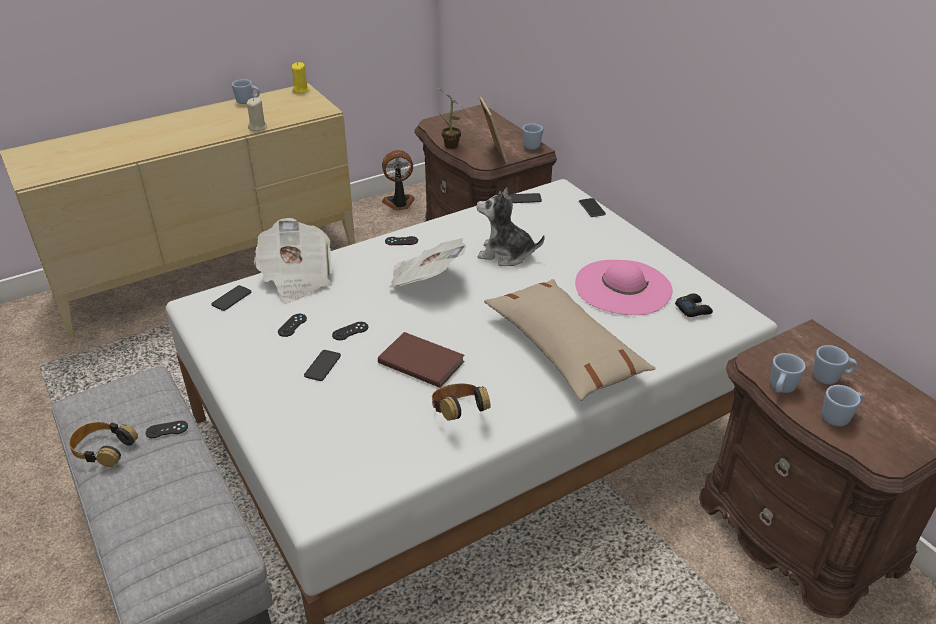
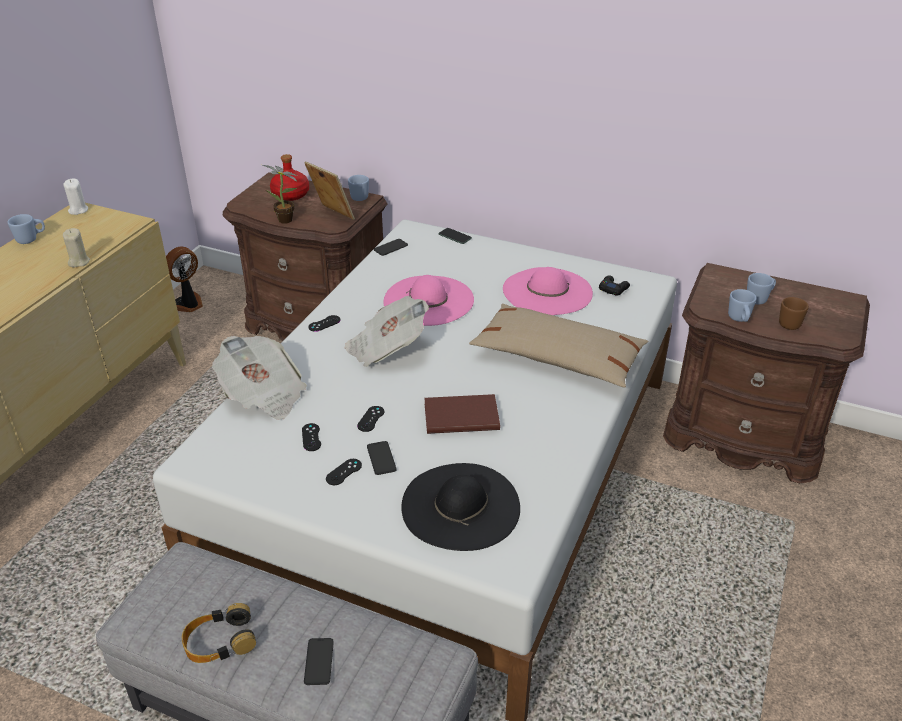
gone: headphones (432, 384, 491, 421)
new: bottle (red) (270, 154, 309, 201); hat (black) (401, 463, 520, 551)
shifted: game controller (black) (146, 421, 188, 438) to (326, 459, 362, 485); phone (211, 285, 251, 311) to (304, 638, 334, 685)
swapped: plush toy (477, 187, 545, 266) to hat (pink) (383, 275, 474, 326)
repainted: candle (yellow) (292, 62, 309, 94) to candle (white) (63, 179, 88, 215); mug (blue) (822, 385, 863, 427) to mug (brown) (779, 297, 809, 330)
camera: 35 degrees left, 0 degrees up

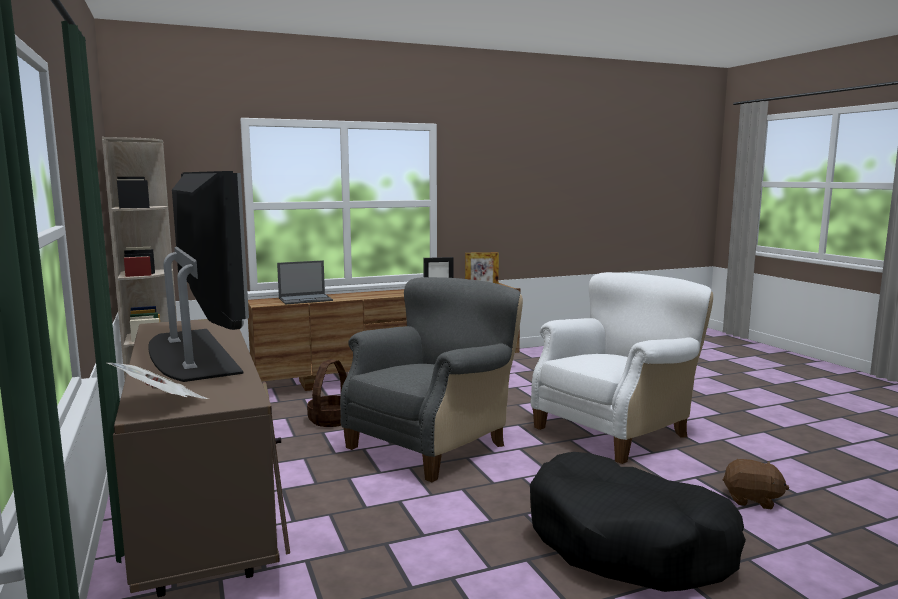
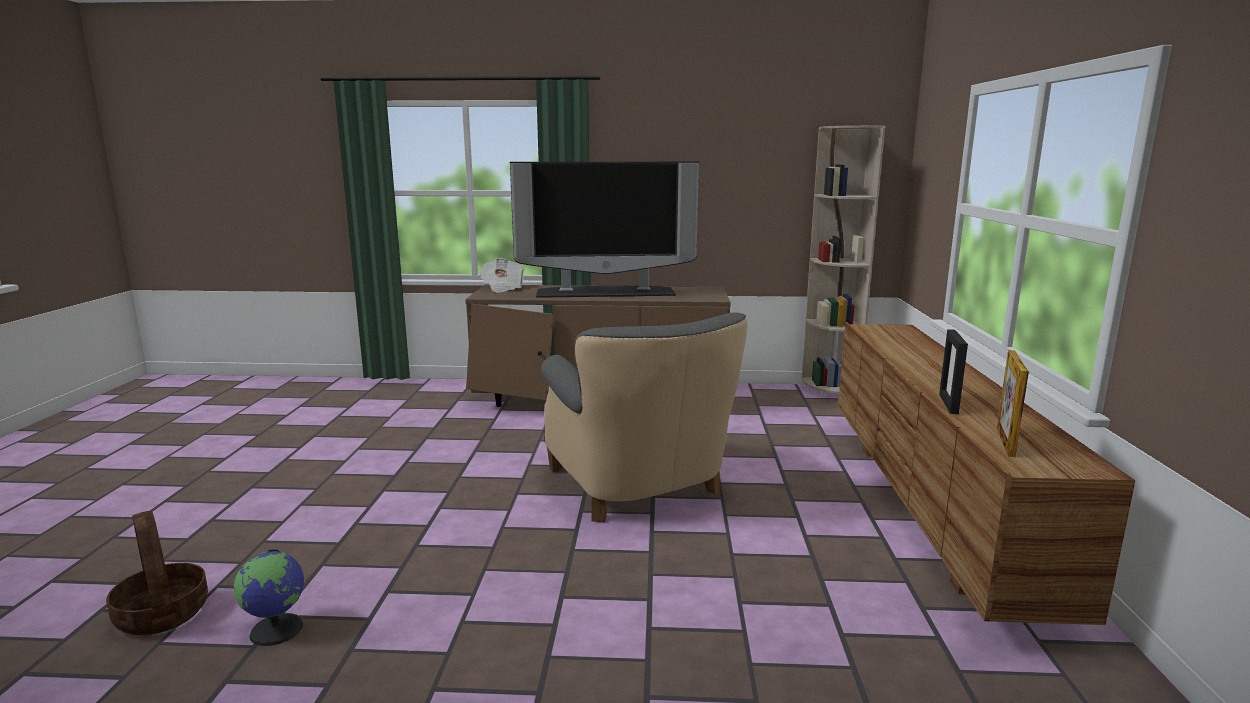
gone: laptop (277, 260, 333, 305); armchair (white) (530, 272, 713, 464); dog bed (black) (530, 452, 746, 592)
shifted: basket (307, 359, 347, 427) to (106, 510, 208, 635)
swapped: plush toy (brown) (723, 459, 789, 509) to globe (234, 549, 304, 646)
camera: 115 degrees right, 5 degrees up

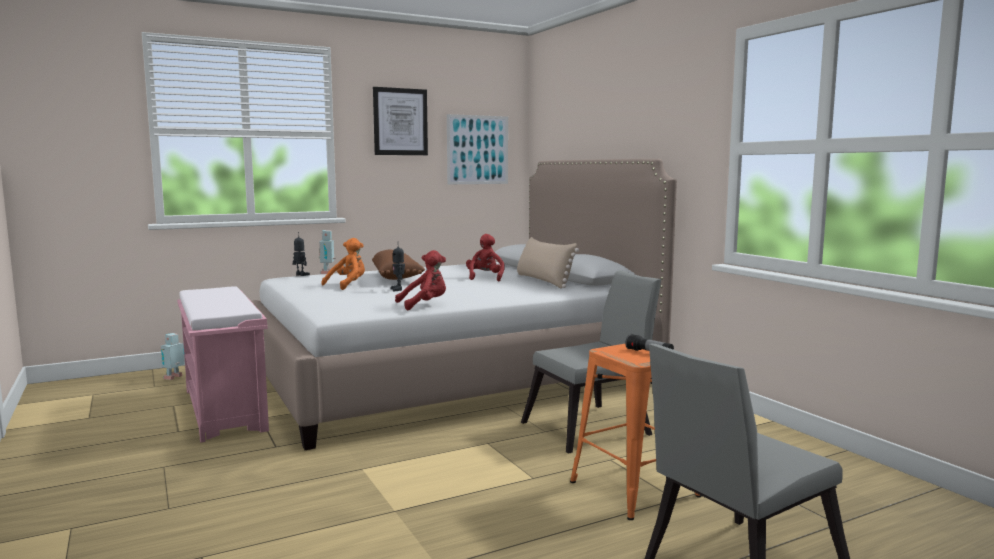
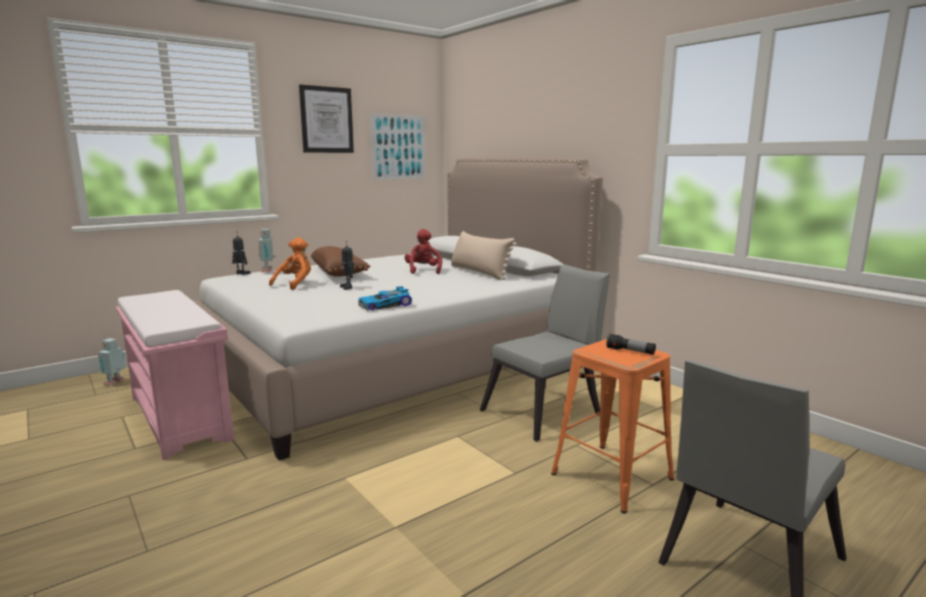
swapped: plush toy (red) (395, 250, 446, 311) to toy car (358, 286, 412, 311)
camera: 10 degrees left, 5 degrees up

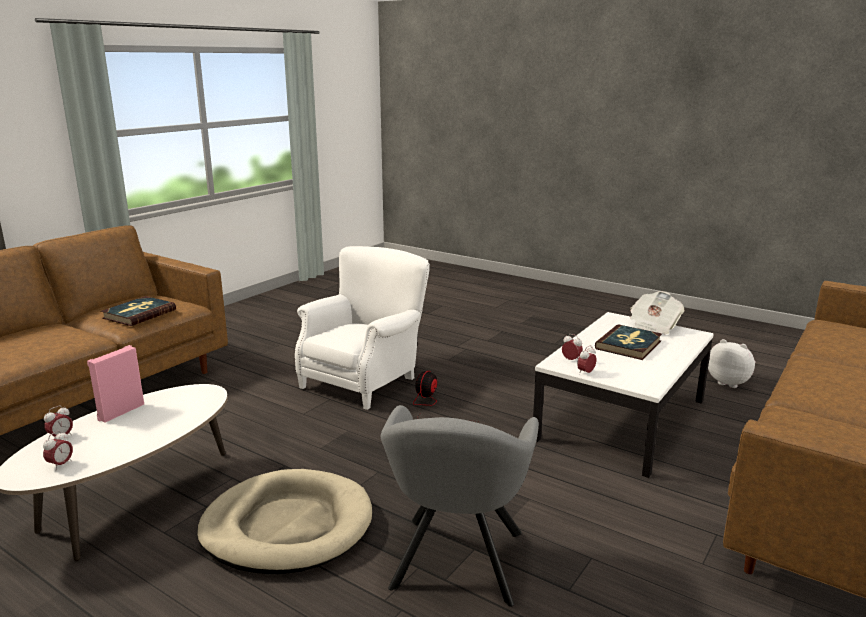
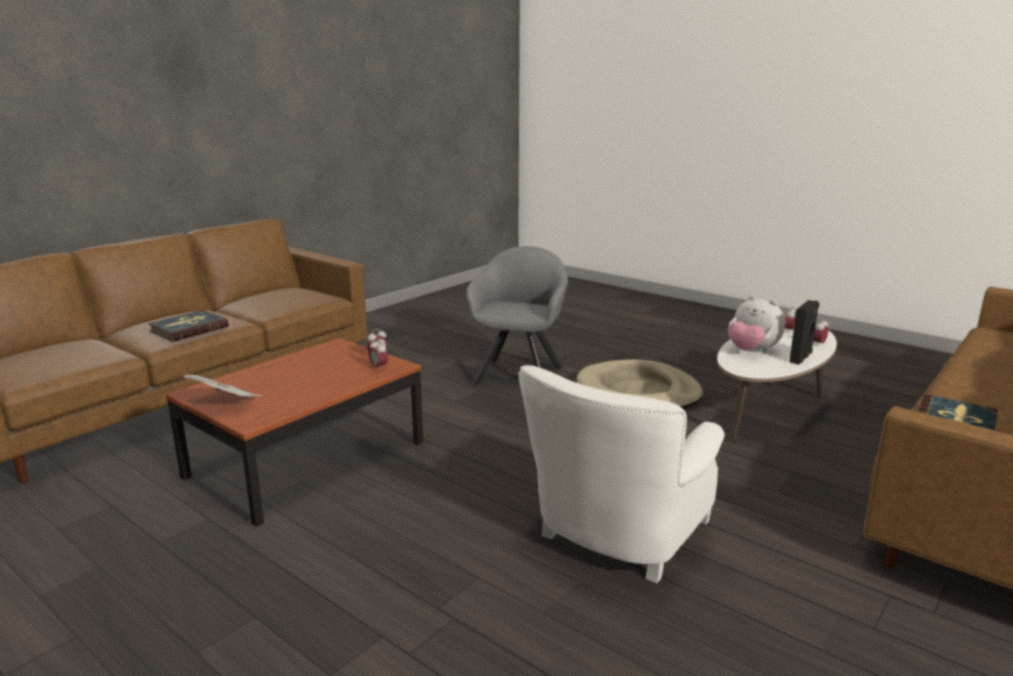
gone: fan (413, 371, 478, 422)
shifted: book (595, 324, 662, 360) to (148, 310, 228, 342); plush toy (708, 339, 756, 388) to (728, 296, 785, 352)
repainted: speaker (pink) (87, 345, 144, 422) to speaker (black) (789, 300, 819, 365); coffee table (white) (533, 312, 714, 478) to coffee table (brown) (166, 338, 423, 527)
camera: 175 degrees left, 0 degrees up

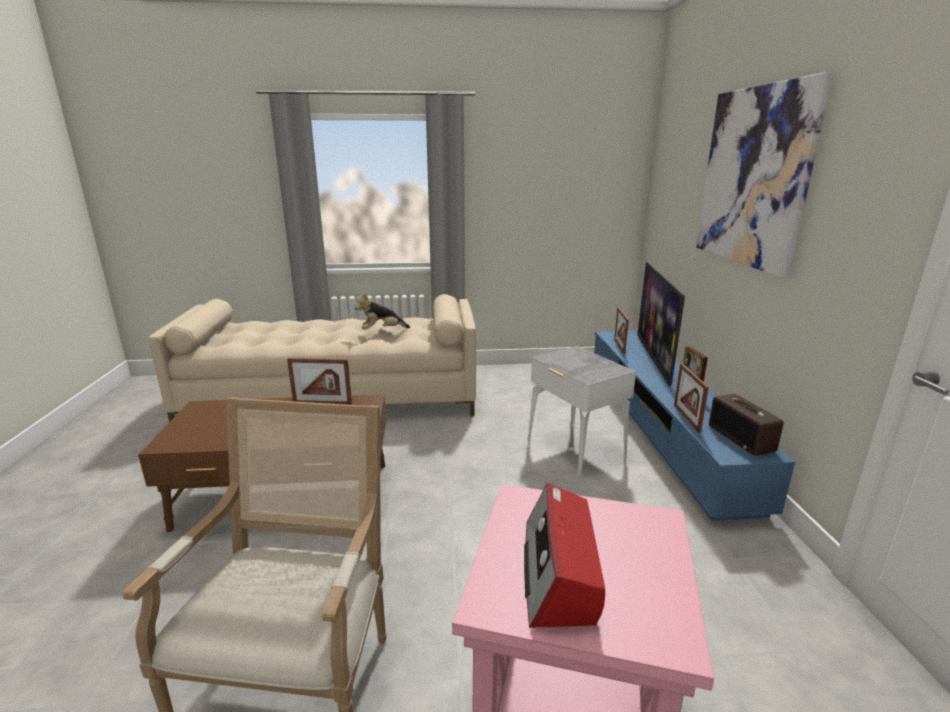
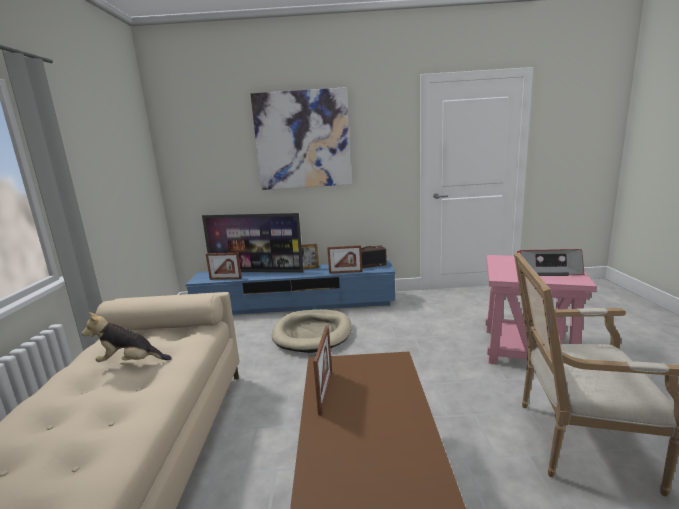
swapped: side table (528, 346, 636, 476) to dog bed (beige) (272, 309, 352, 353)
rotated: plush toy (355, 293, 410, 330) = (82, 312, 172, 362) 105 degrees clockwise
camera: 85 degrees left, 5 degrees down

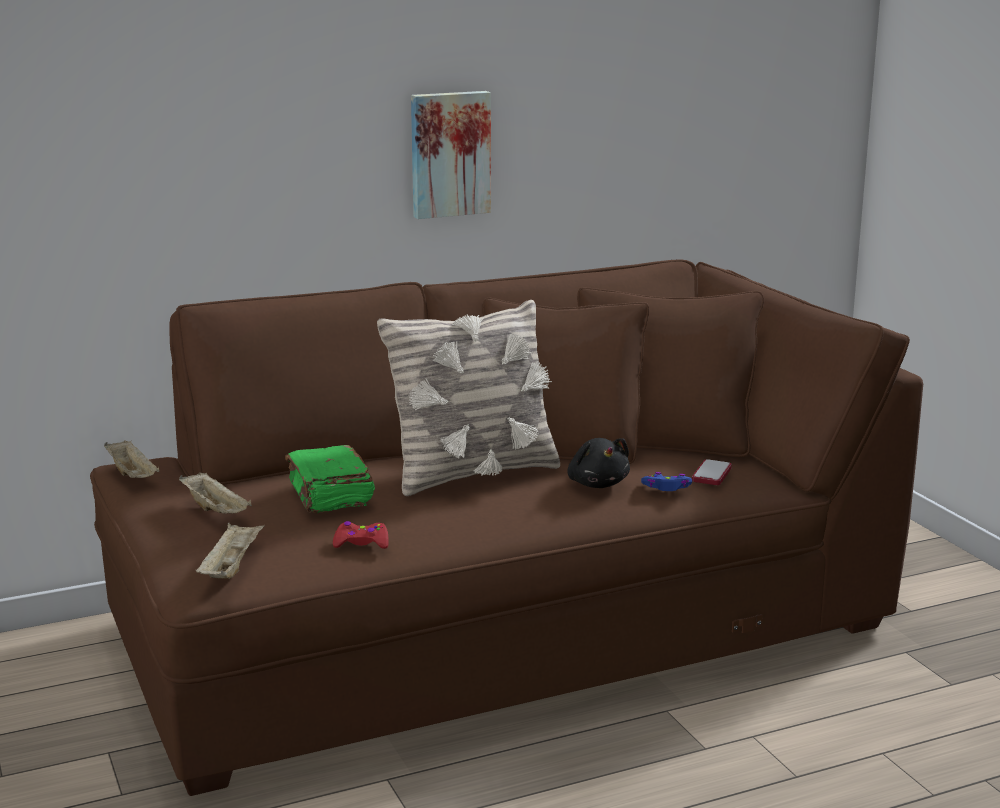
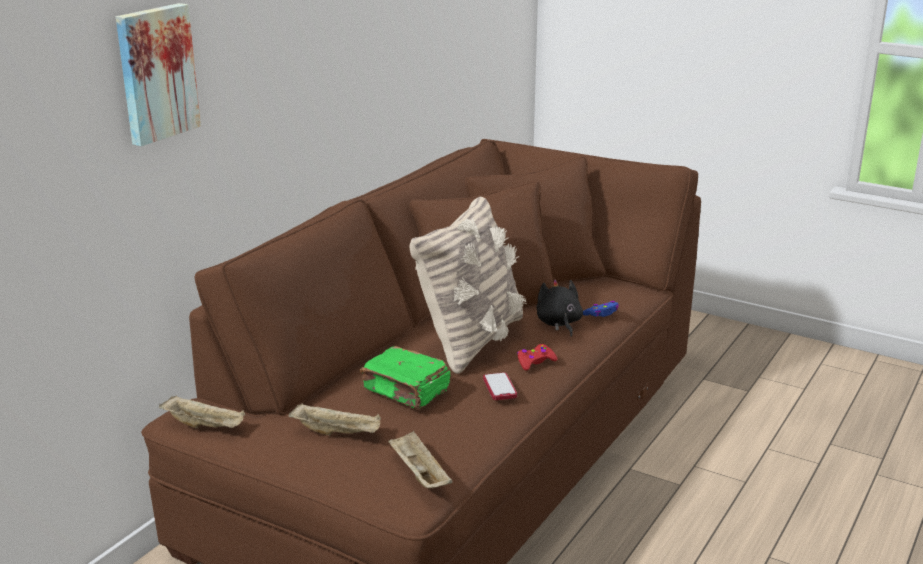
shifted: game controller (red) (333, 521, 389, 549) to (517, 344, 558, 371); picture (411, 91, 491, 219) to (116, 3, 201, 146); phone (692, 459, 732, 485) to (483, 373, 517, 400)
rotated: plush toy (black) (567, 438, 630, 488) = (537, 279, 583, 337) 135 degrees counterclockwise
camera: 35 degrees left, 5 degrees up

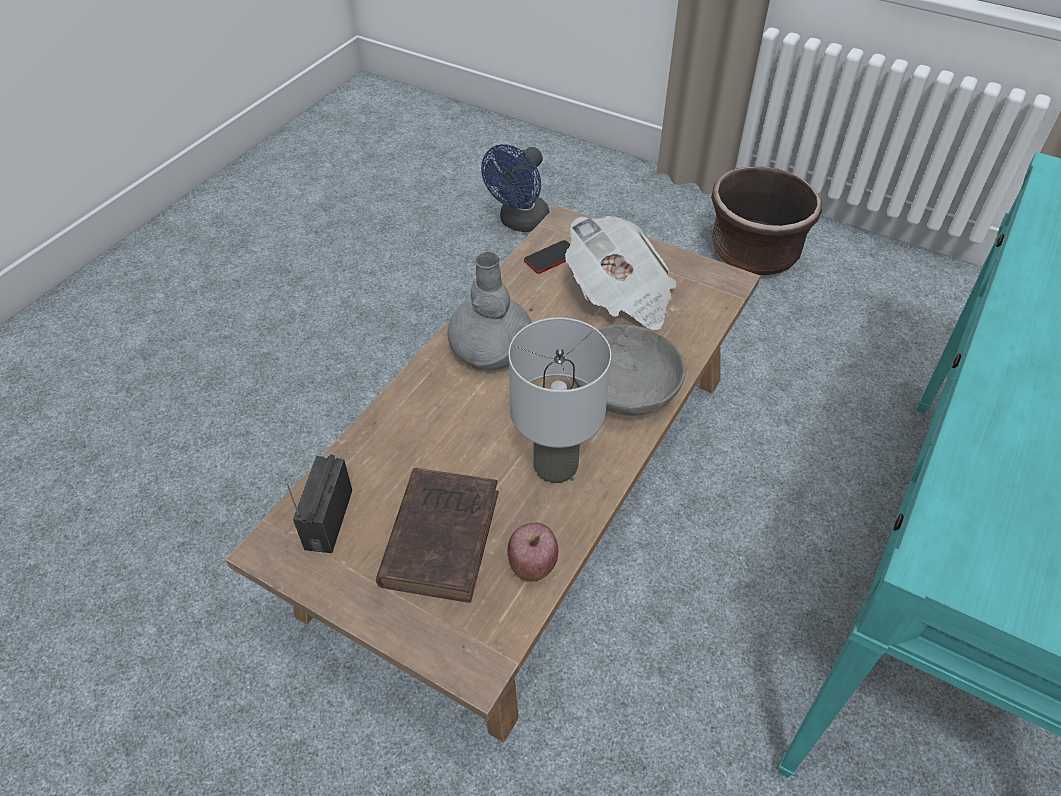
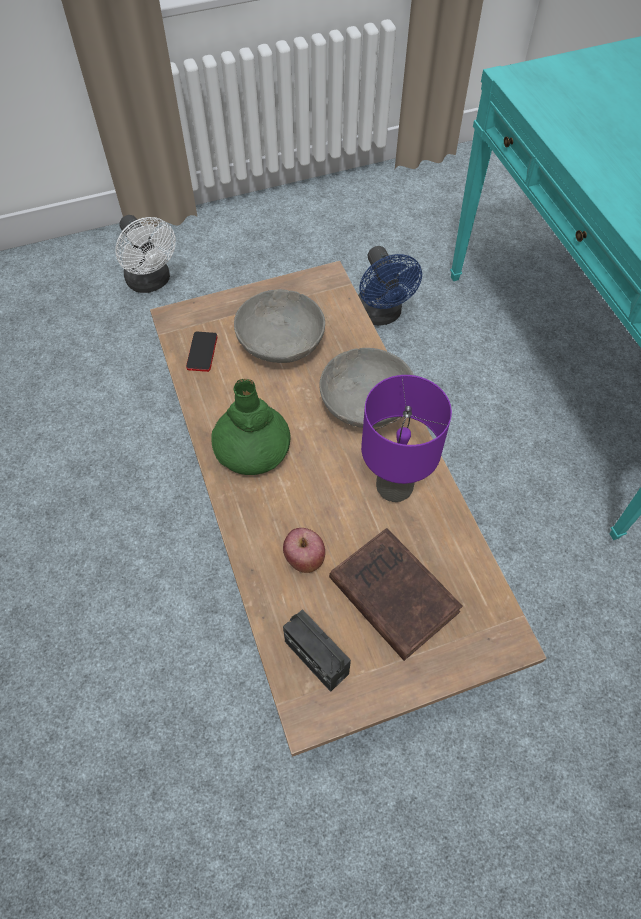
gone: planter (brown) (711, 166, 822, 275)
new: fan (white) (115, 215, 176, 293)
shifted: fan (blue) (481, 144, 549, 232) to (358, 246, 422, 326); apple (508, 523, 558, 582) to (283, 528, 325, 573)
swapped: newspaper (565, 216, 677, 330) to bowl (grey) (234, 289, 325, 363)
repainted: vase (grey) (447, 252, 532, 370) to vase (green) (212, 379, 290, 475); table lamp (white) (509, 317, 611, 483) to table lamp (purple) (361, 375, 452, 502)
camera: 50 degrees left, 10 degrees up

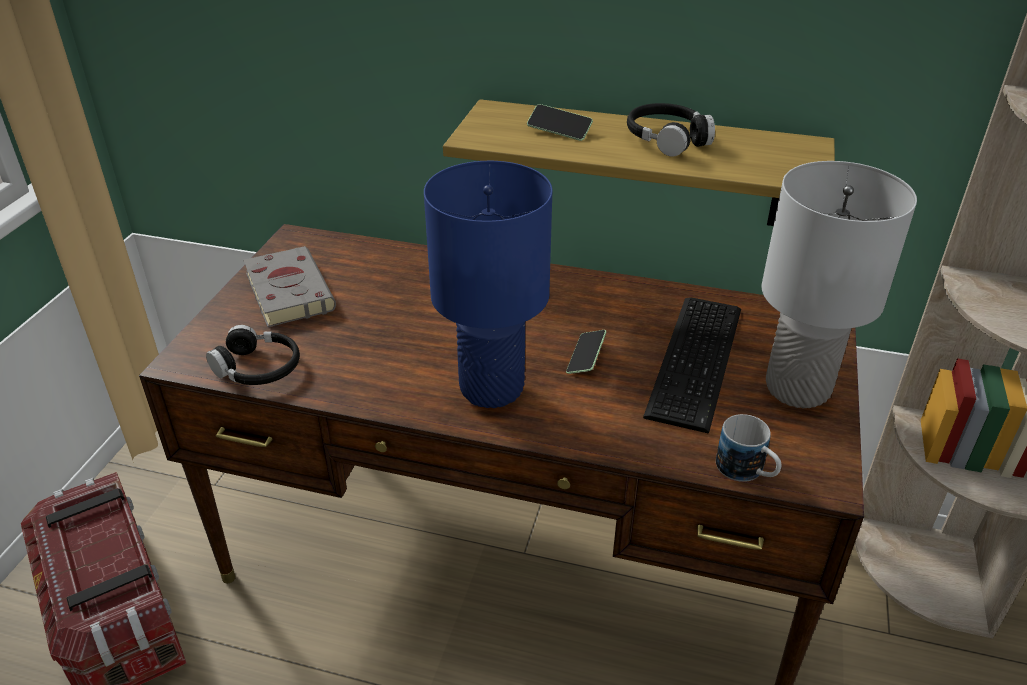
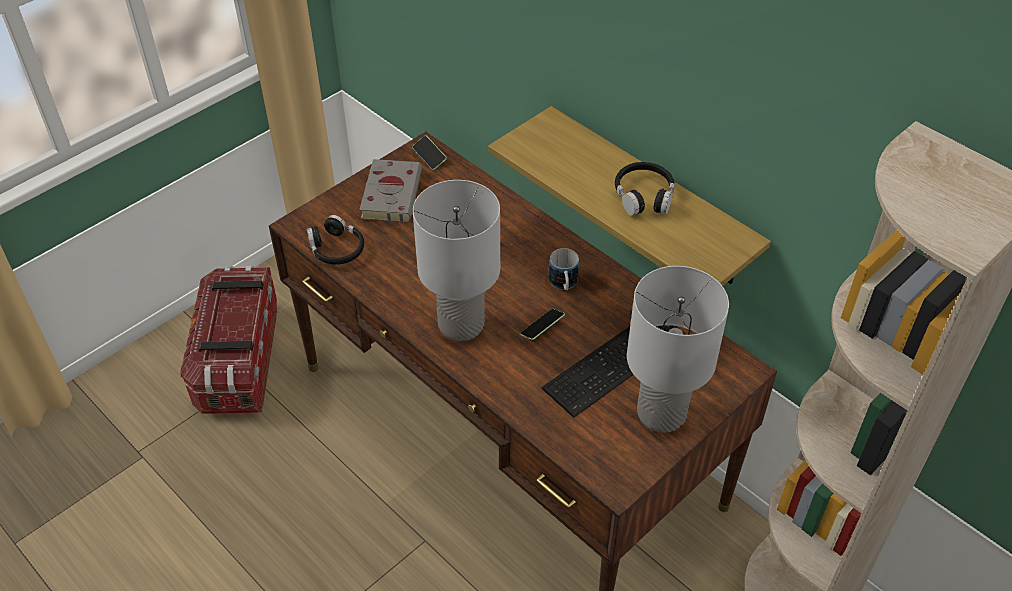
shifted: phone (527, 104, 593, 141) to (412, 135, 447, 170); mug (716, 414, 781, 482) to (549, 248, 579, 290)
repainted: table lamp (blue) (424, 161, 552, 408) to table lamp (grey) (413, 180, 500, 341)
camera: 30 degrees right, 10 degrees up

